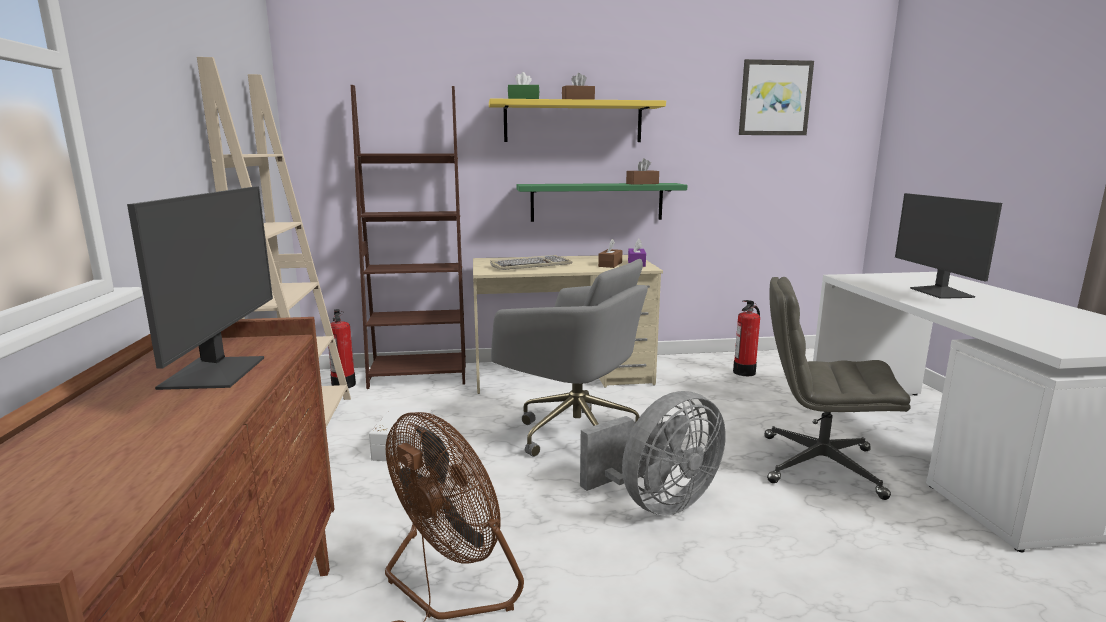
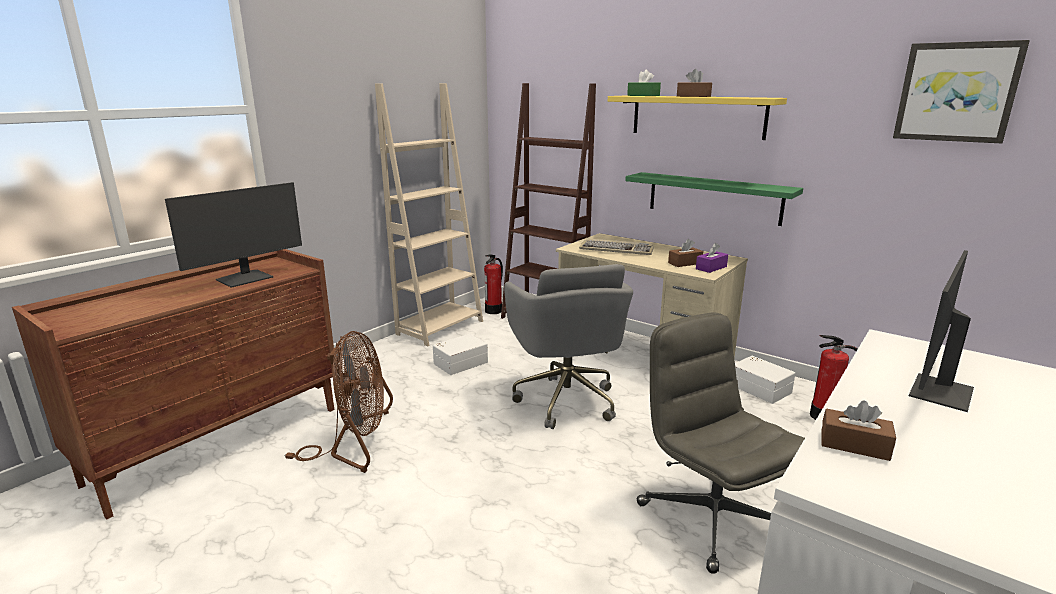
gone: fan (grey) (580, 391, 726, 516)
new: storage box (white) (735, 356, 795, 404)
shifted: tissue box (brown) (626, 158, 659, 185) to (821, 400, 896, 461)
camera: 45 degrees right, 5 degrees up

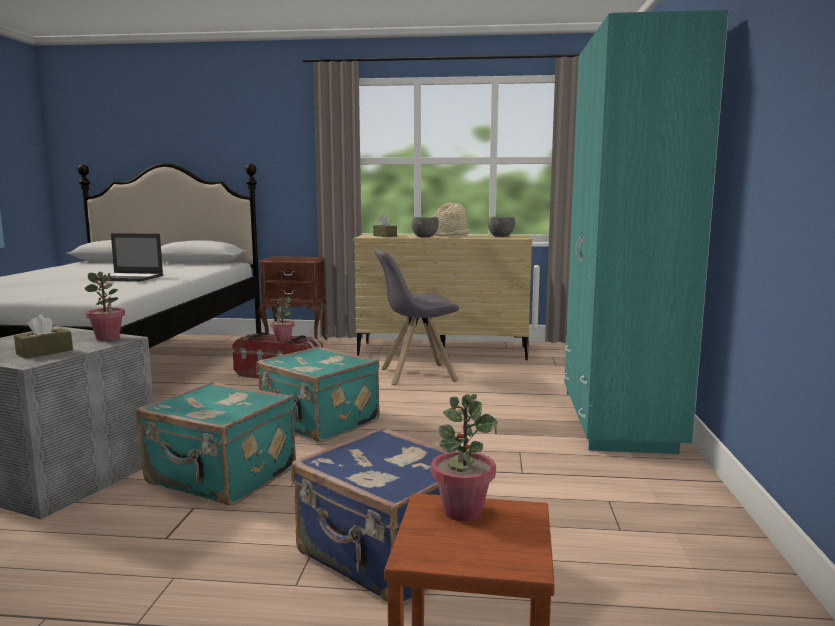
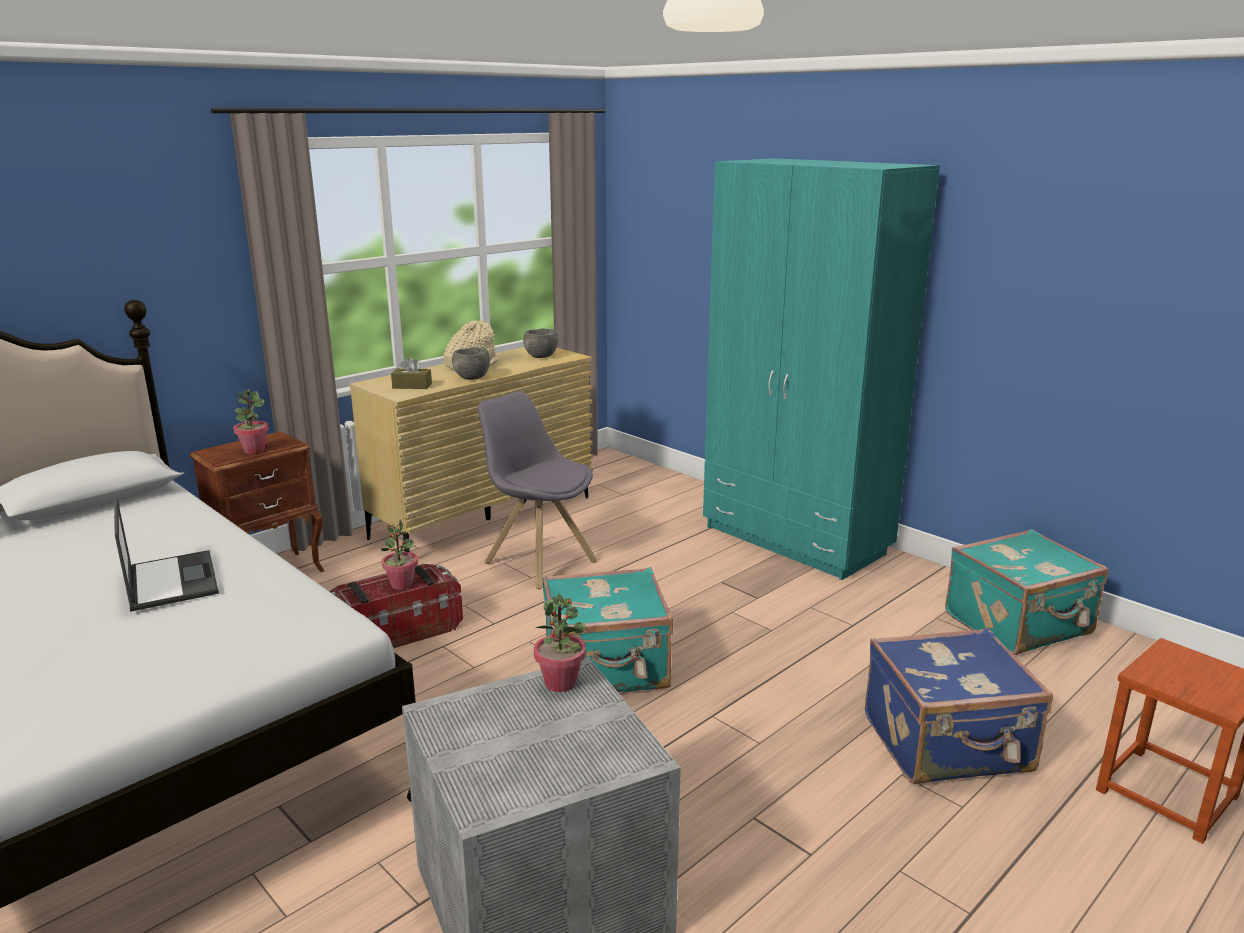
gone: tissue box (brown) (14, 314, 73, 359)
shifted: suitcase (turquoise) (136, 382, 296, 506) to (945, 529, 1108, 655); potted plant (431, 394, 498, 521) to (233, 390, 269, 454)
rotated: laptop (97, 233, 163, 282) = (114, 497, 219, 612) 75 degrees counterclockwise; chair (grey) (374, 248, 459, 385) = (478, 391, 597, 589) 105 degrees clockwise
camera: 50 degrees left, 10 degrees up

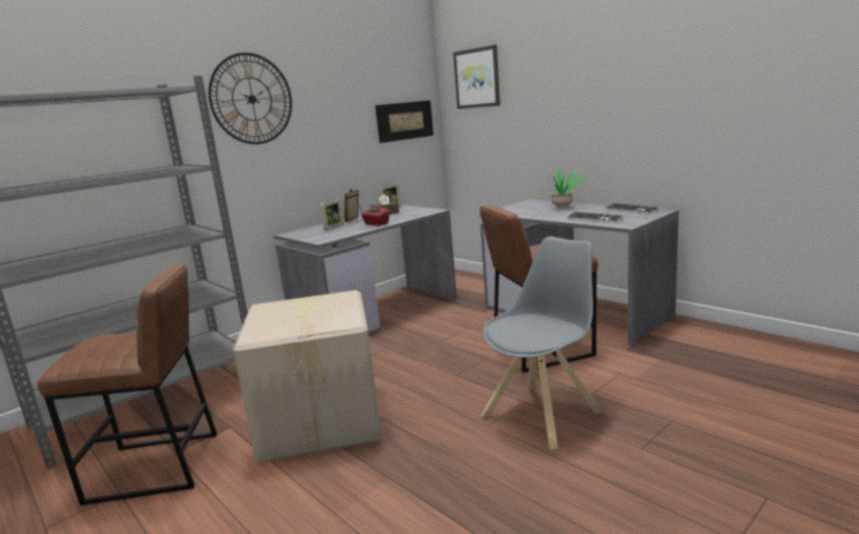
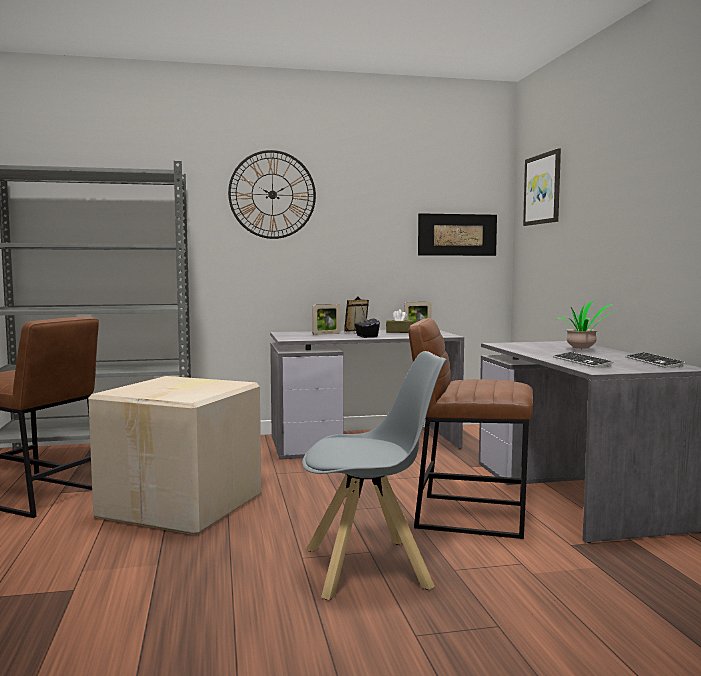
repainted: tissue box (red) (361, 204, 390, 226) to tissue box (black) (354, 313, 380, 338)
camera: 30 degrees right, 10 degrees down

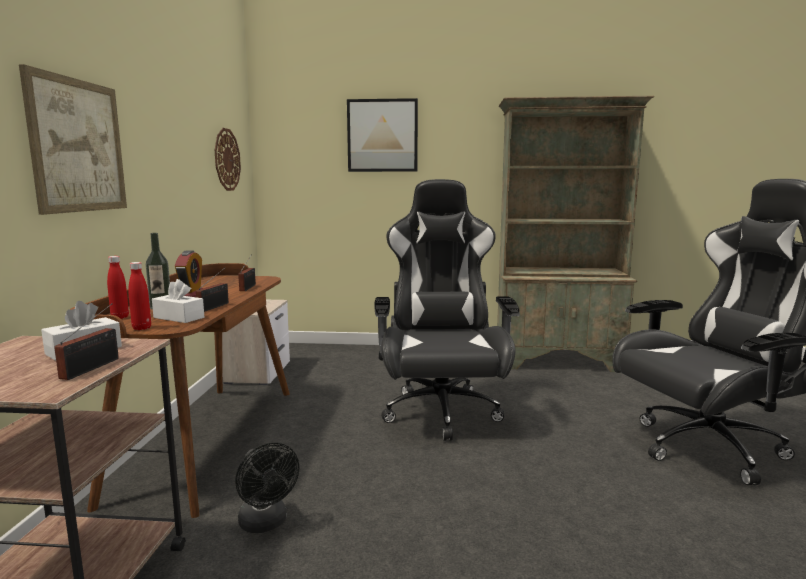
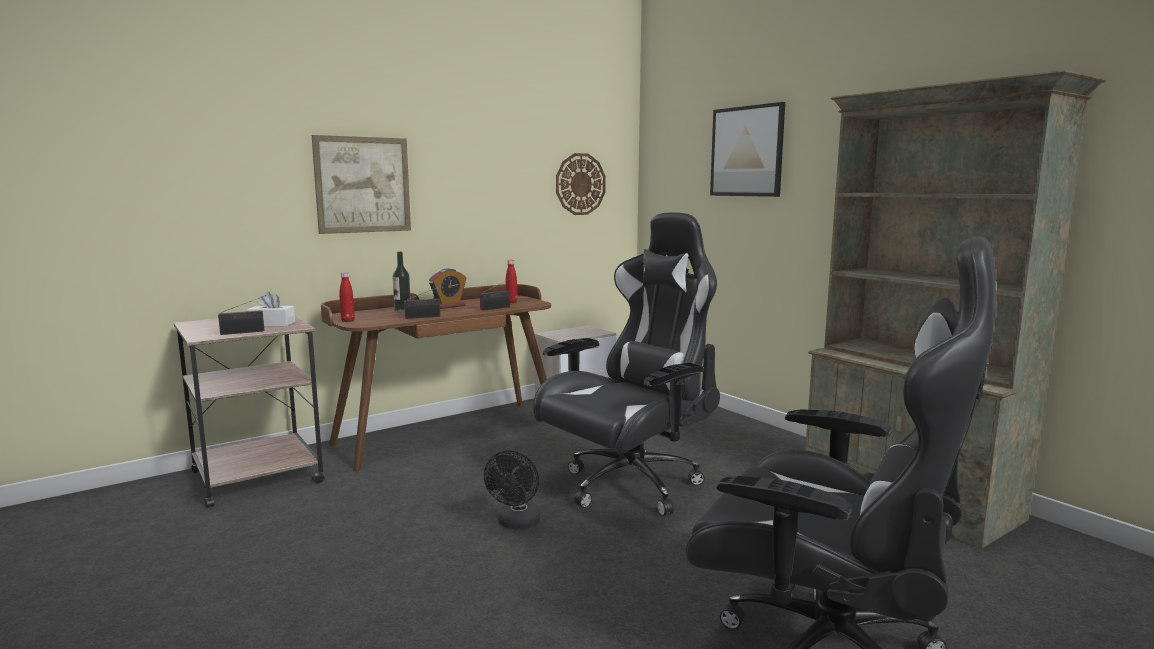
gone: tissue box (white) (152, 279, 204, 323)
shifted: bottle (red) (107, 256, 129, 319) to (506, 260, 517, 303); fan (black) (235, 442, 300, 533) to (484, 450, 540, 529)
camera: 50 degrees right, 0 degrees up

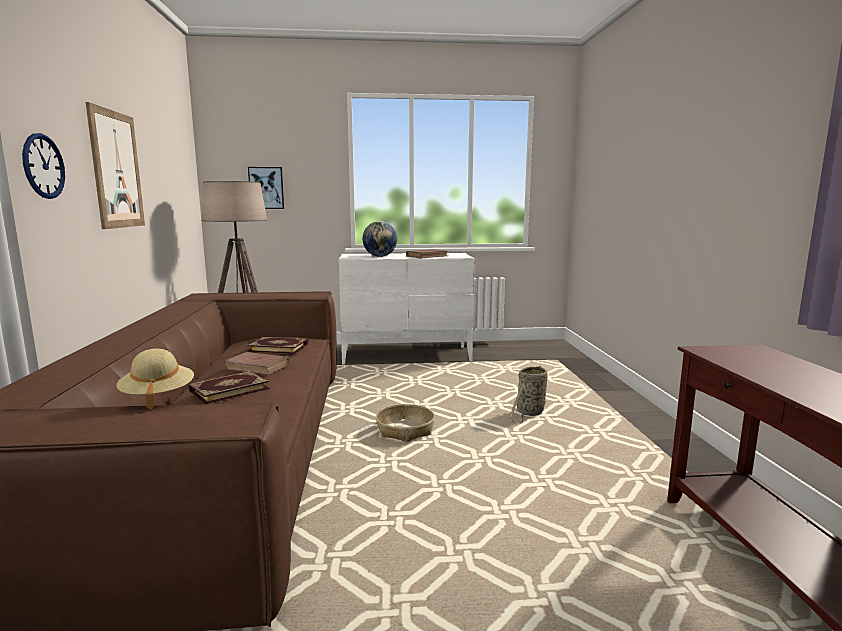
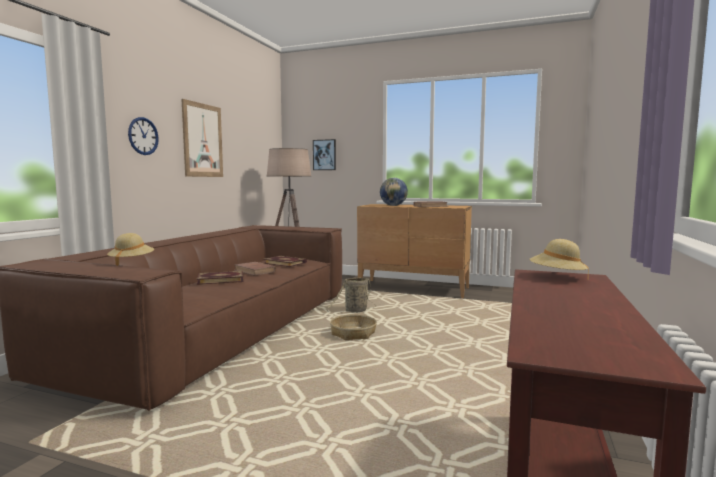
new: hat (beige) (529, 239, 589, 278)
shifted: basket (509, 365, 548, 424) to (326, 278, 374, 314)
repainted: cabinet (white) (338, 253, 475, 365) to cabinet (brown) (357, 204, 472, 298)
camera: 25 degrees right, 5 degrees down

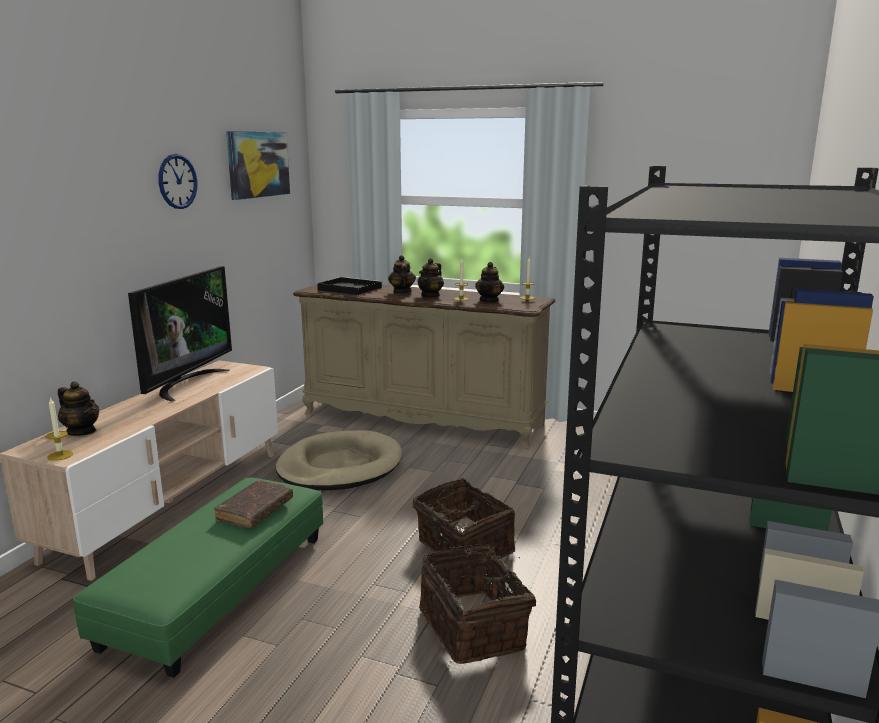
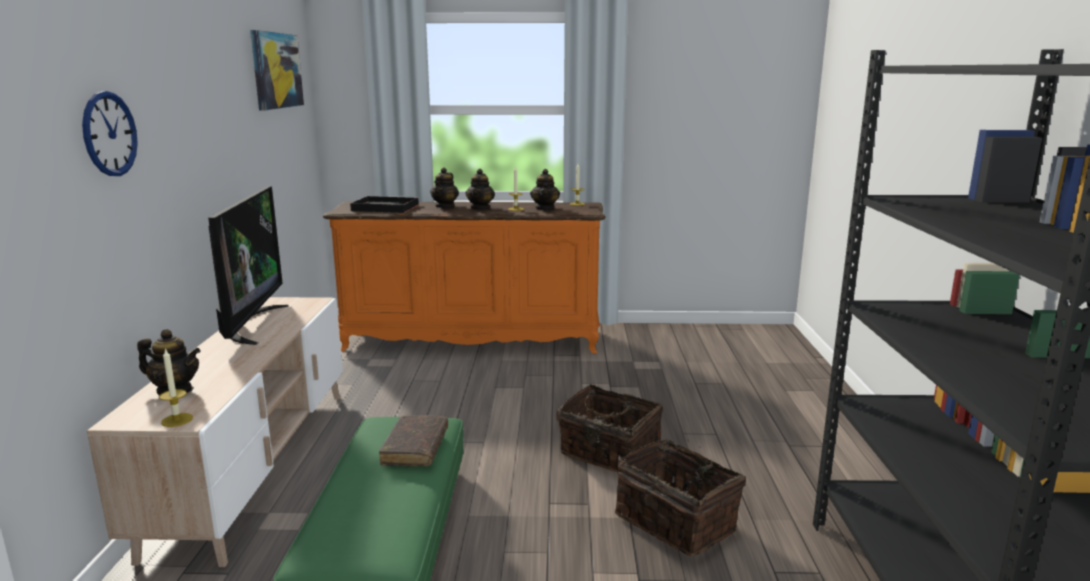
gone: dog bed (beige) (276, 430, 402, 490)
shifted: wall clock (159, 154, 197, 209) to (82, 91, 138, 176)
repainted: cabinet (beige) (293, 280, 555, 449) to cabinet (orange) (323, 201, 606, 354)
rotated: teapot (388, 255, 416, 293) = (430, 167, 459, 209) 135 degrees counterclockwise
camera: 20 degrees left, 0 degrees up

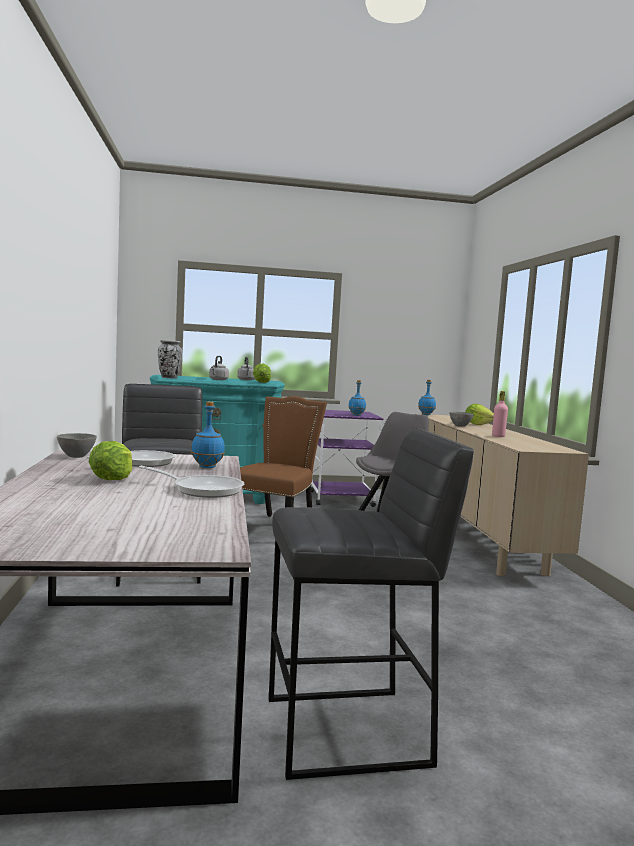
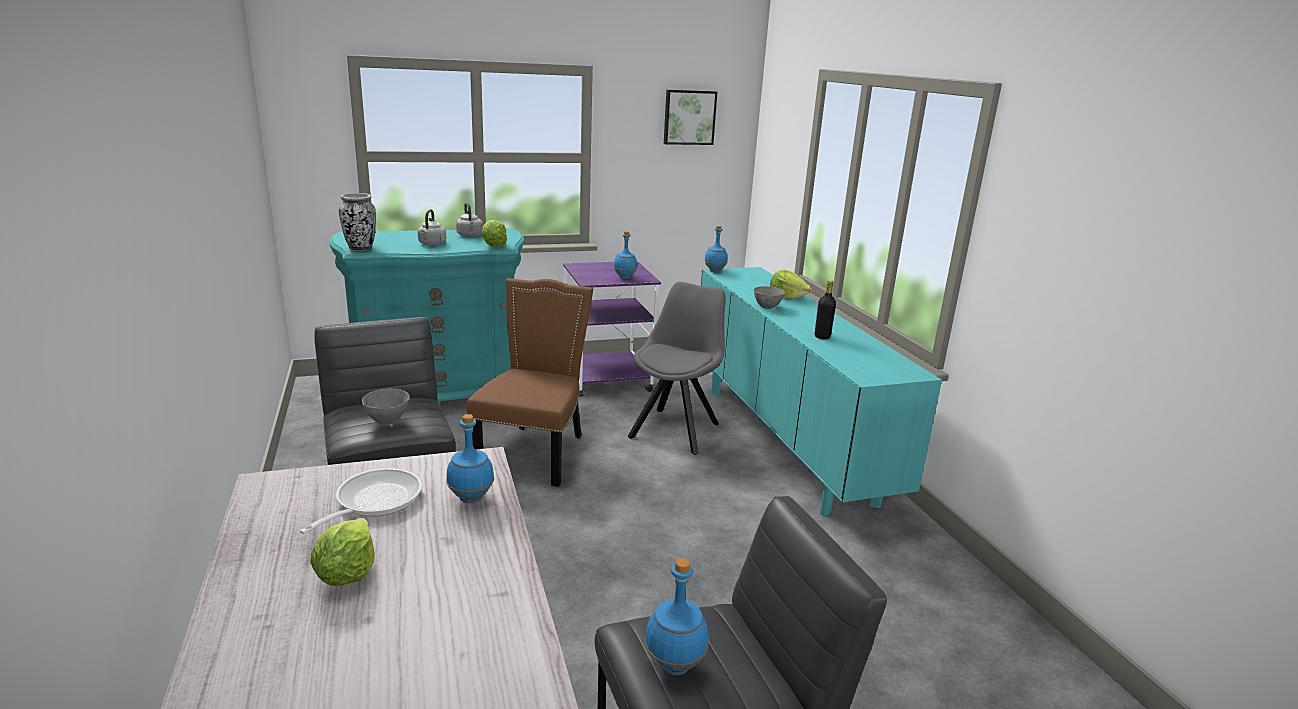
gone: frying pan (139, 466, 244, 498)
new: bottle (blue) (645, 558, 708, 675); picture (664, 90, 717, 145)
shifted: bowl (grey) (57, 433, 97, 458) to (362, 389, 410, 425)
repainted: cabinet (beige) (419, 414, 589, 576) to cabinet (turquoise) (701, 267, 942, 516); bottle (pink) (492, 391, 508, 437) to bottle (black) (815, 280, 836, 339)
camera: 10 degrees left, 15 degrees up

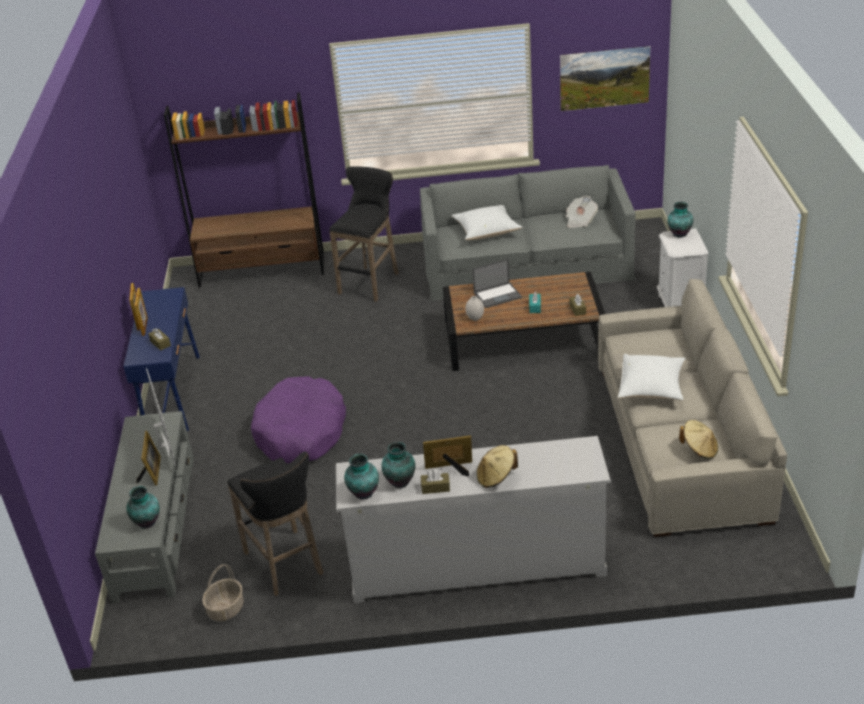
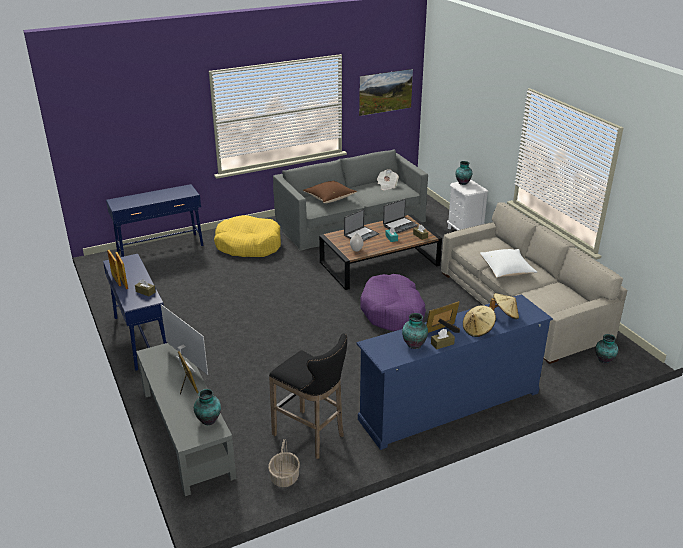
new: laptop (383, 199, 418, 233)
shifted: dog bed (purple) (251, 376, 346, 463) to (360, 274, 426, 331); vase (344, 453, 379, 500) to (595, 334, 618, 364); hat (beige) (679, 420, 718, 459) to (490, 293, 519, 319)
swapped: bookcase (brown) (164, 93, 324, 288) to console table (blue) (106, 184, 203, 257); stool (black) (329, 166, 399, 302) to dog bed (yellow) (214, 215, 281, 257)
repainted: cabinet (white) (336, 436, 611, 603) to cabinet (blue) (356, 294, 553, 450); pillow (white) (451, 205, 523, 240) to pillow (brown) (303, 181, 357, 203)
camera: 25 degrees left, 5 degrees down

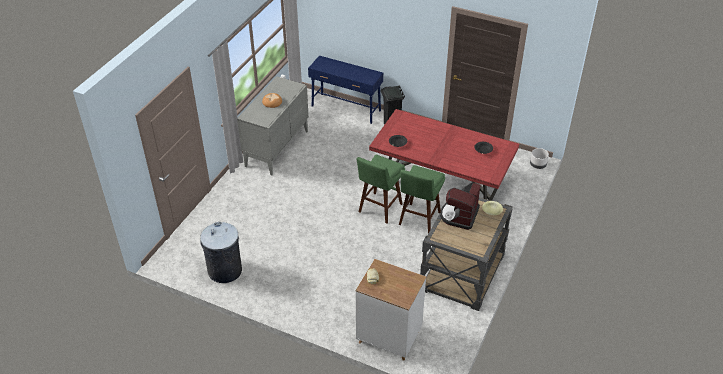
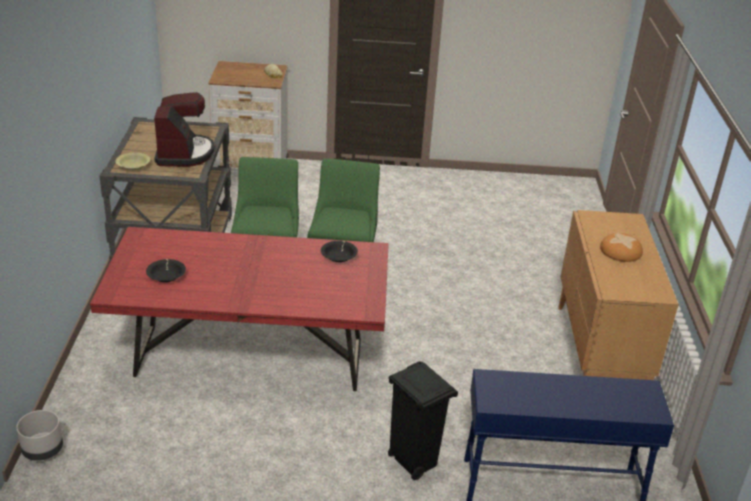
gone: trash can (grey) (200, 222, 242, 283)
repainted: cabinet (grey) (237, 76, 309, 176) to cabinet (brown) (558, 210, 679, 380)
camera: 155 degrees right, 10 degrees down

